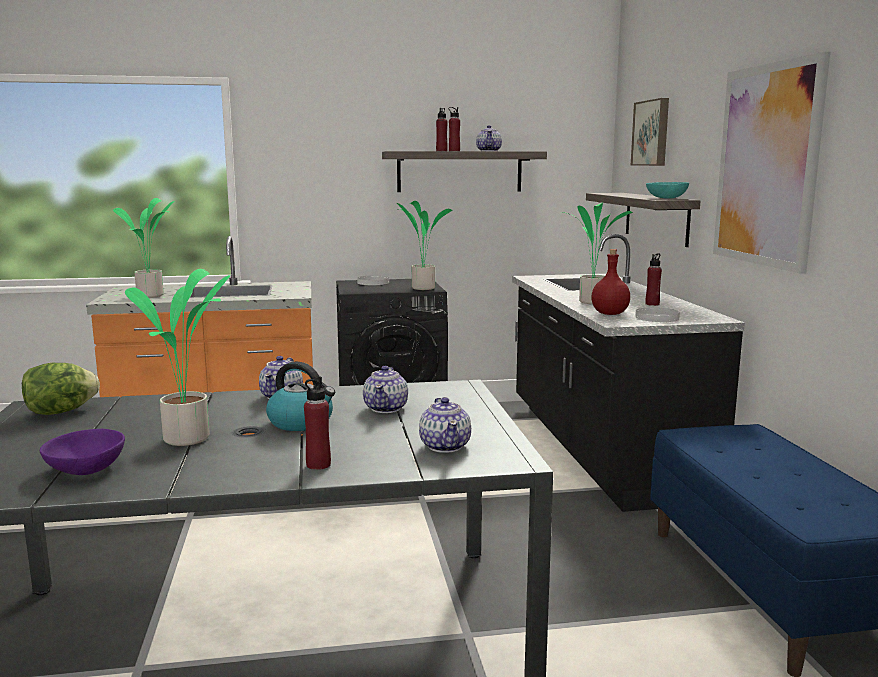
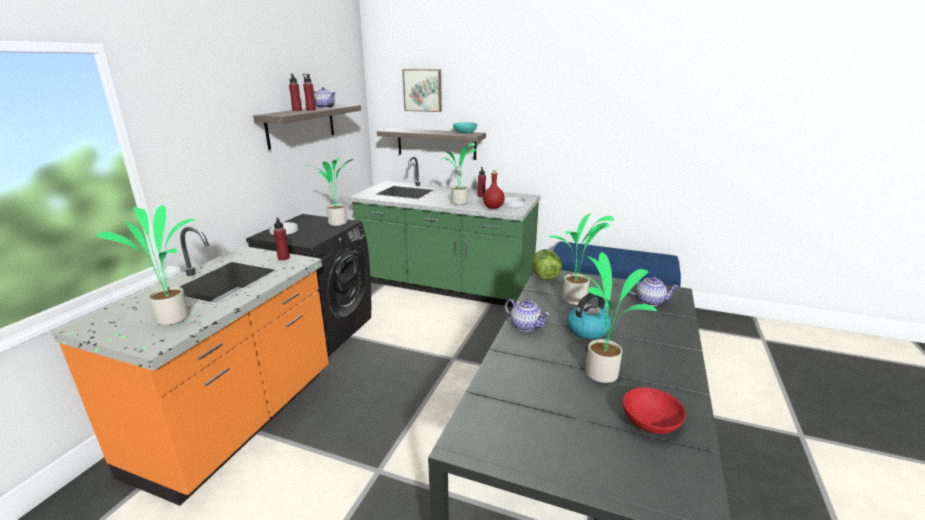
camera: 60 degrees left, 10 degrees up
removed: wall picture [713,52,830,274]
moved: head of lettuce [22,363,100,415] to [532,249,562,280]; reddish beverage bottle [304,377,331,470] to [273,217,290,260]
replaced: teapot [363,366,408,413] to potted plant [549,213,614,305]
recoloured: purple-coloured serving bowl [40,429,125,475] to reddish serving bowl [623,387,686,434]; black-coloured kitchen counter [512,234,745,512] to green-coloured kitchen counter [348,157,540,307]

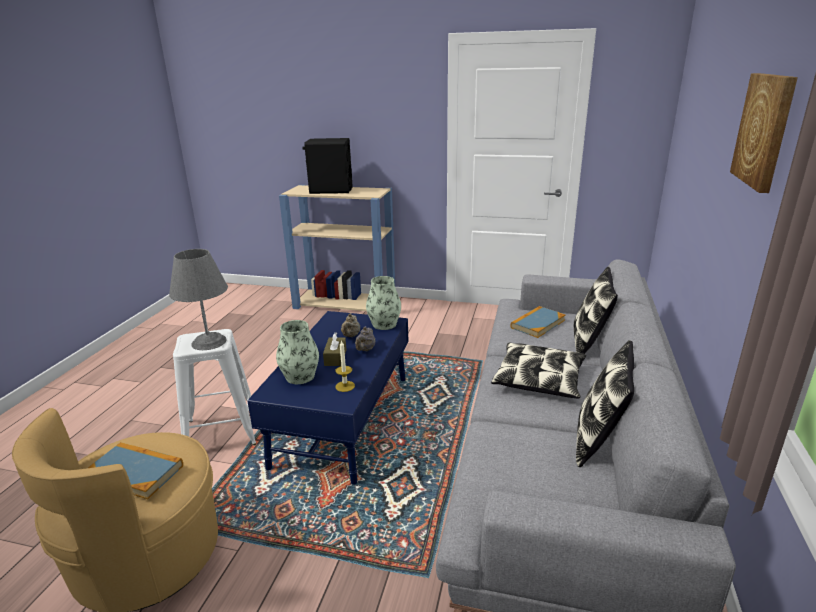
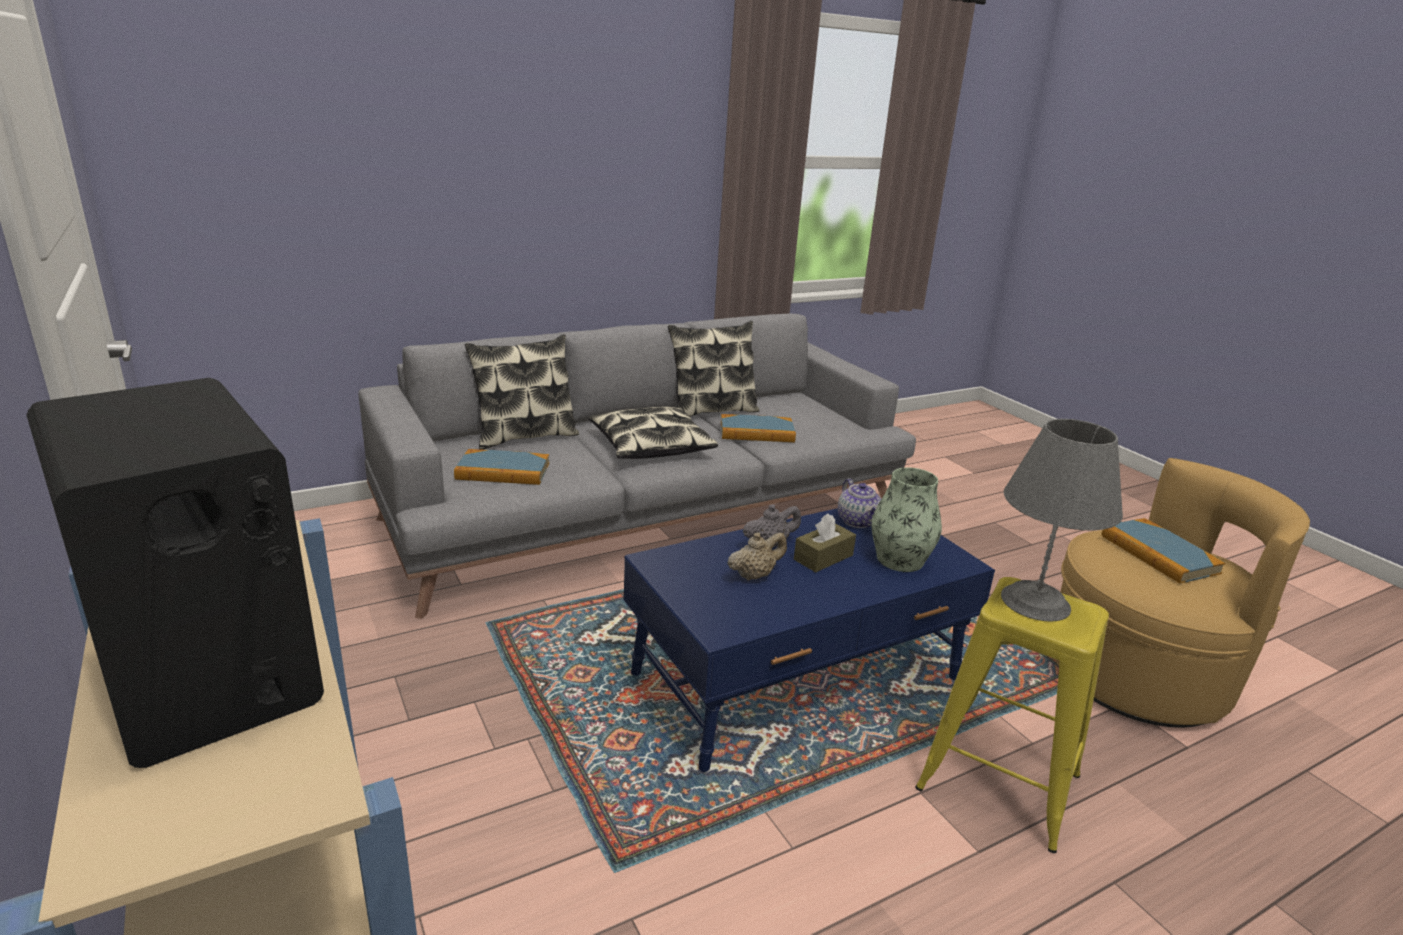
camera: 135 degrees left, 0 degrees up
removed: decorative vase [366,276,401,330]; wall picture [730,73,798,193]
added: volume [721,414,796,442]
replaced: candle [336,340,355,392] to teapot [838,478,881,528]
recoloured: white stool seat [173,329,256,445] to yellow stool seat [915,577,1109,853]

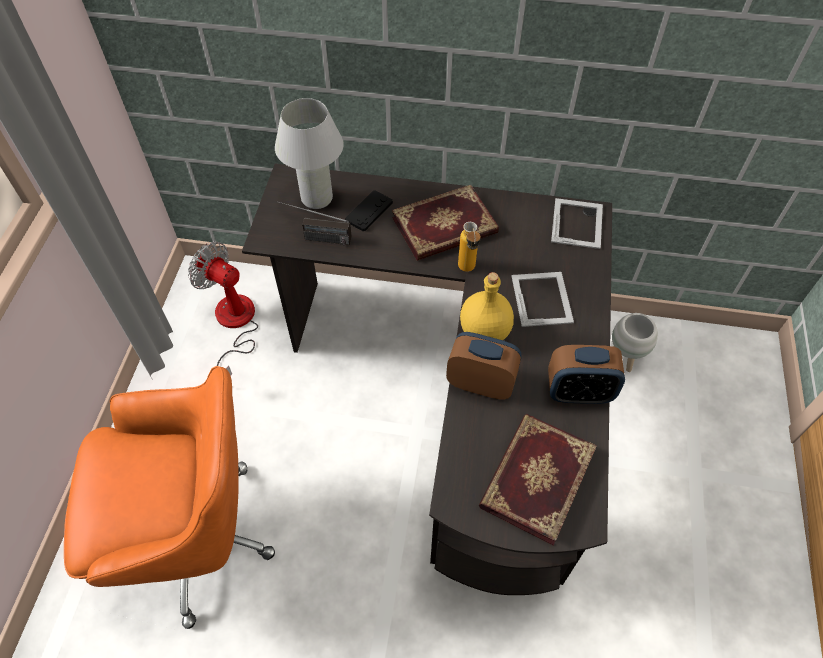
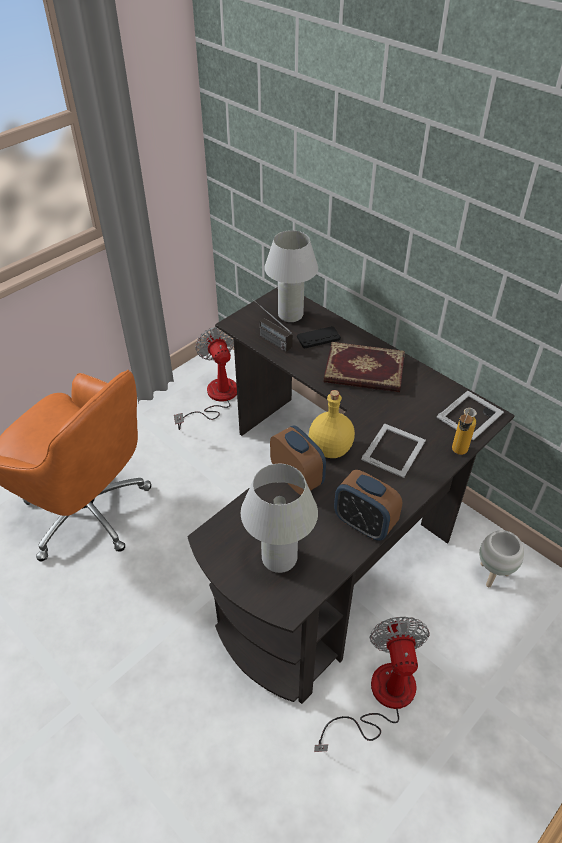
camera: 35 degrees right, 10 degrees down
added: cooling fan [314,617,430,752]
moved: beverage bottle [458,222,481,272] to [452,408,477,455]
replaced: volume [479,414,597,545] to white lamp for a table [241,464,318,573]

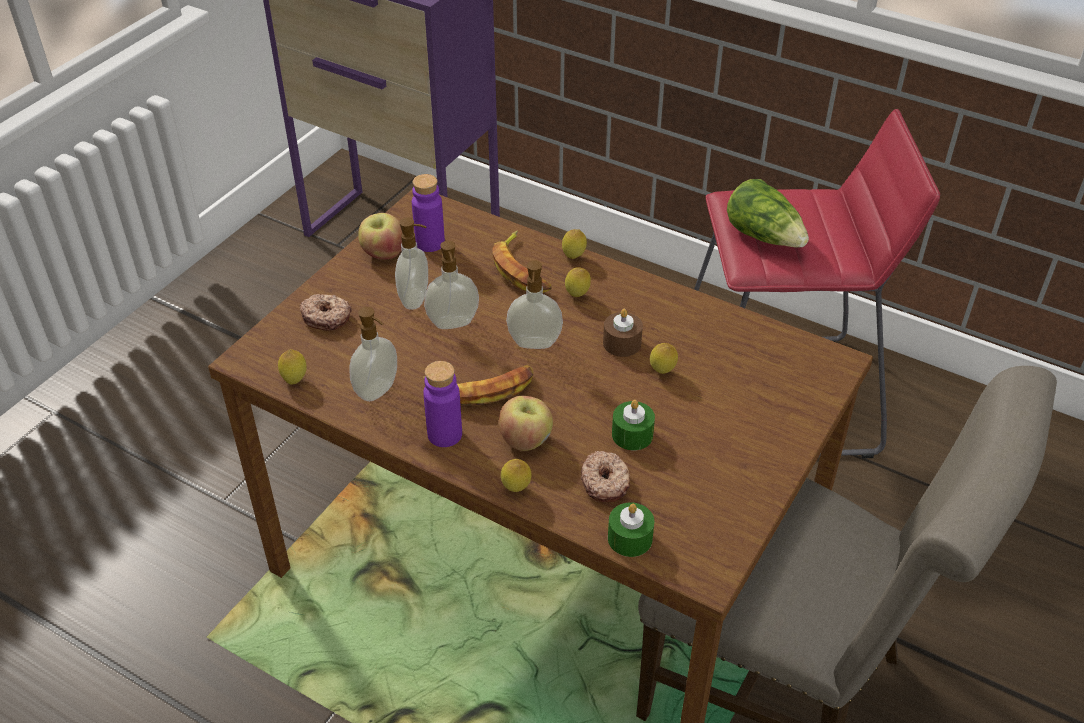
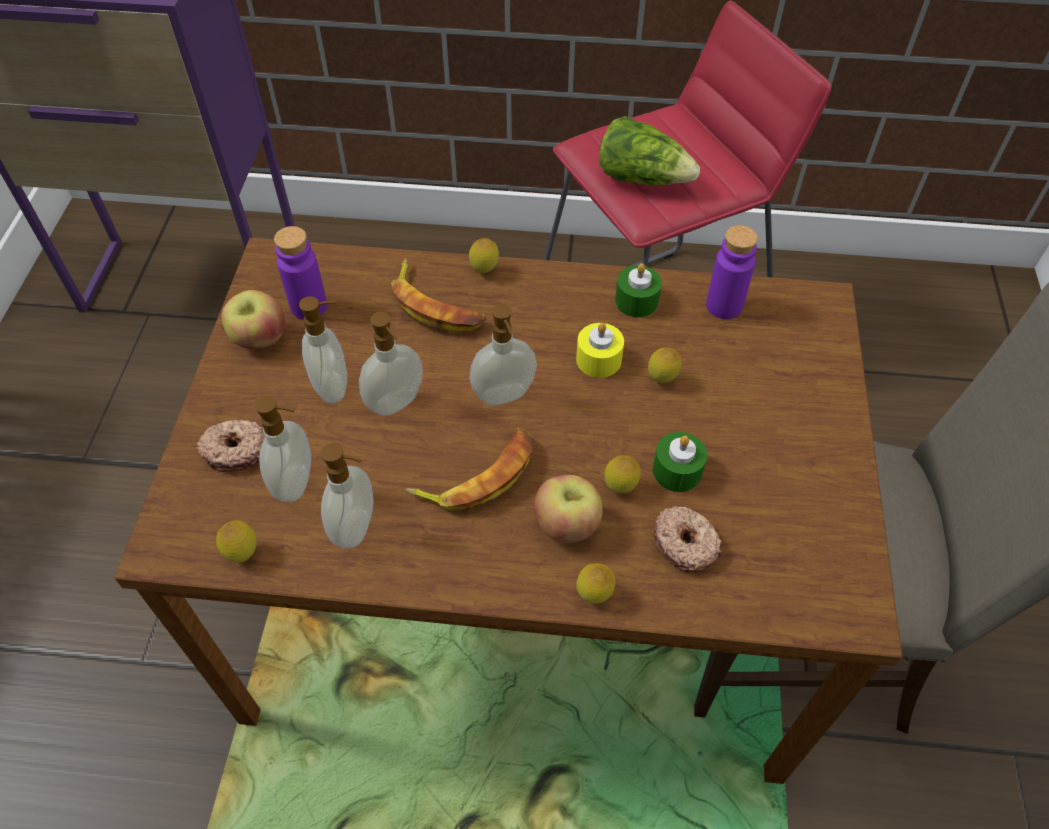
camera: 25 degrees left, 10 degrees up
added: soap bottle [254,396,311,502]
moved: purple-coloured beverage bottle [423,361,462,447] to [706,225,758,319]; whole lemon [565,267,591,297] to [605,455,641,493]; green-coloured candle [608,502,654,557] to [615,263,662,318]
recoloured: brown-coloured candle [603,309,643,357] to yellow candle [576,323,624,378]

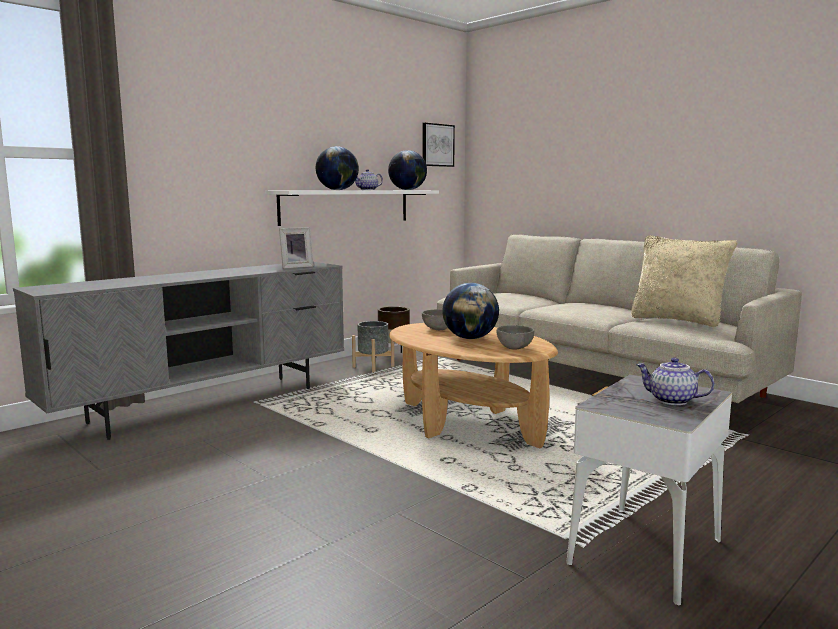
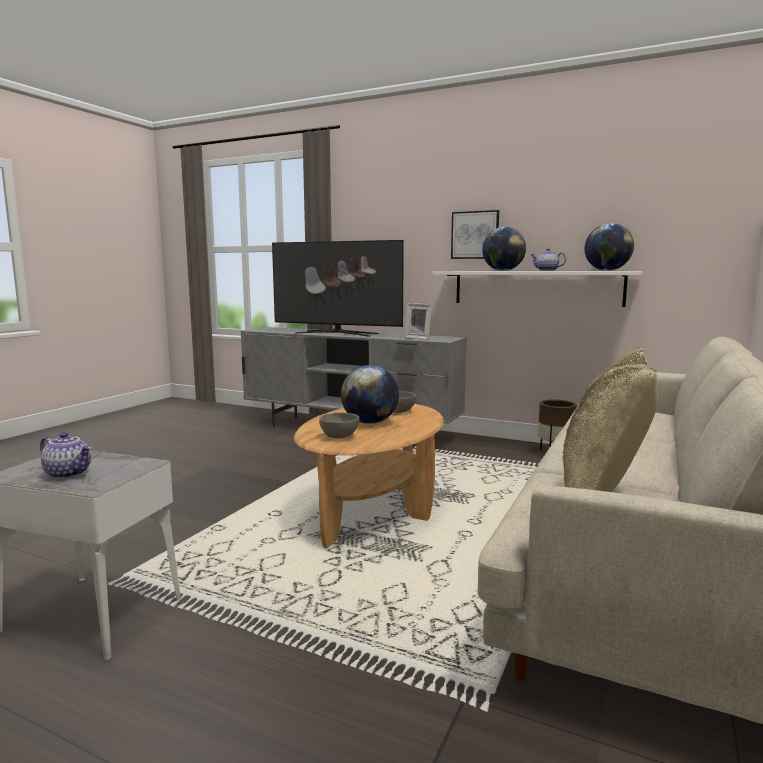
camera: 70 degrees right, 0 degrees up
removed: gray planter [352,321,394,373]
added: TV set [272,240,404,337]
moved: wall picture [422,123,455,167] to [451,210,499,259]
turned: teapot [636,358,714,405] = [40,432,91,479] 105 degrees clockwise

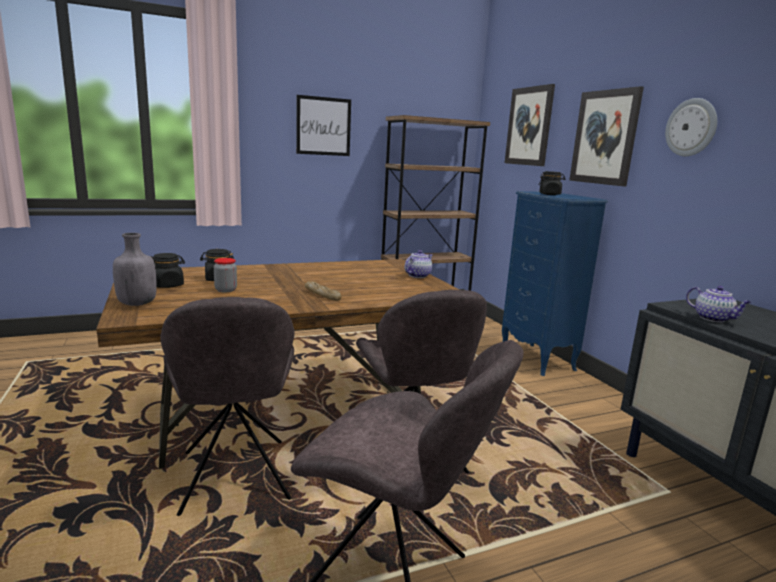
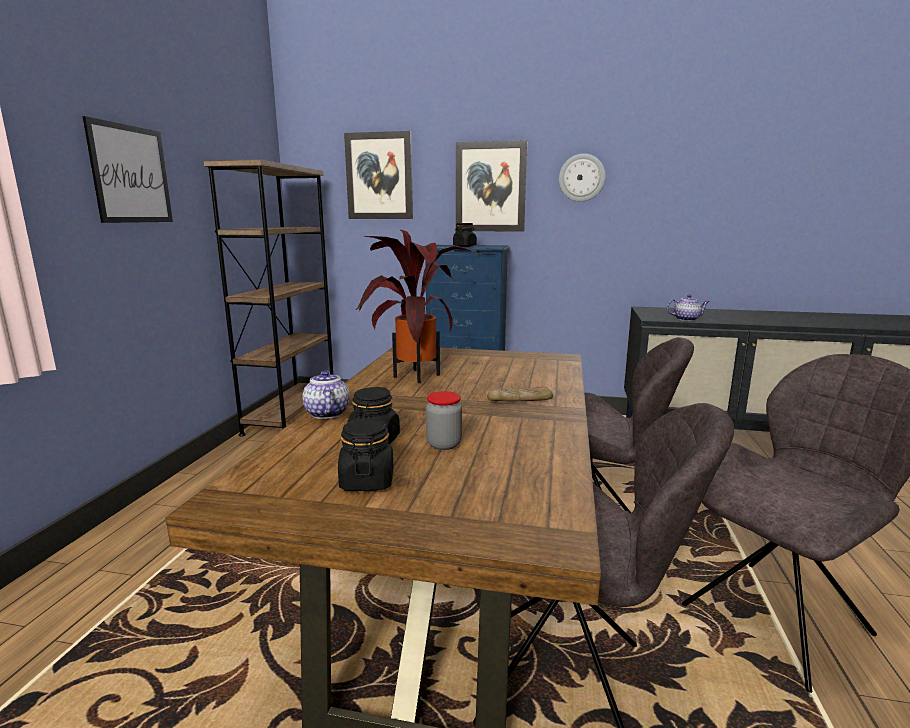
camera: 55 degrees left, 0 degrees up
removed: gray beverage bottle [113,233,157,306]
added: potted plant [356,230,482,383]
moved: teapot [404,250,433,278] to [302,370,350,419]

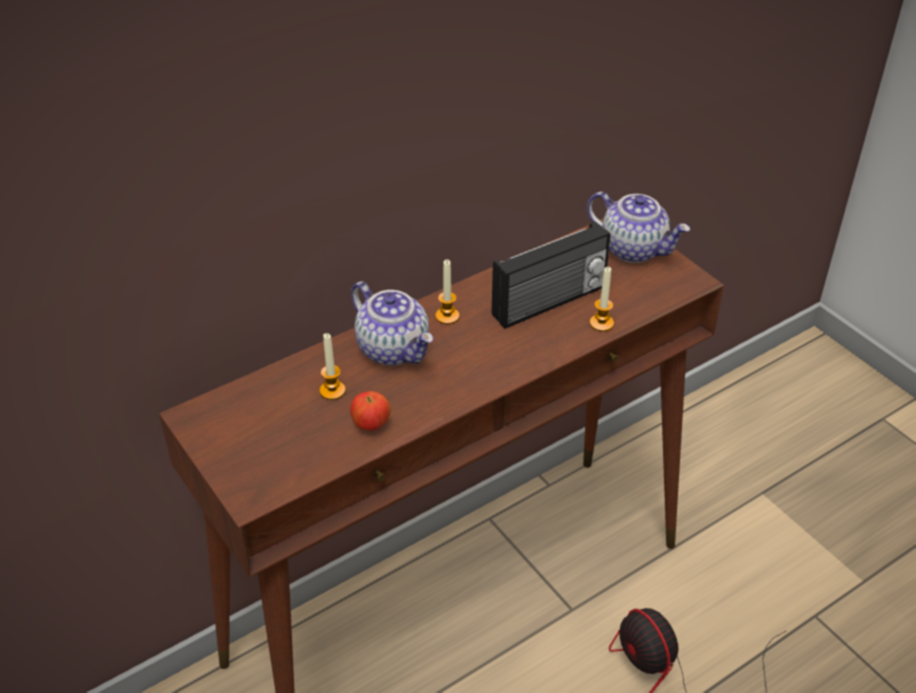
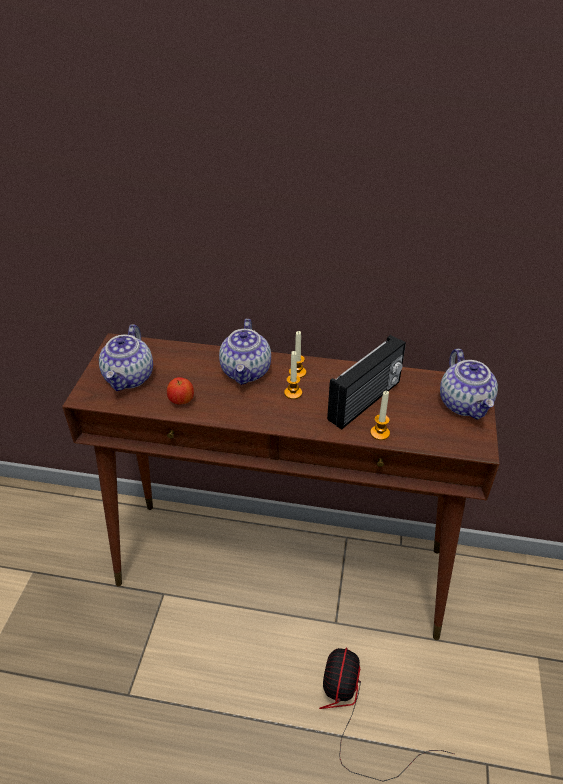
camera: 45 degrees right, 0 degrees up
added: teapot [99,324,153,391]
moved: candle [319,333,346,400] to [284,351,302,399]
turned: radio set [492,222,611,329] = [327,335,406,429] 60 degrees counterclockwise

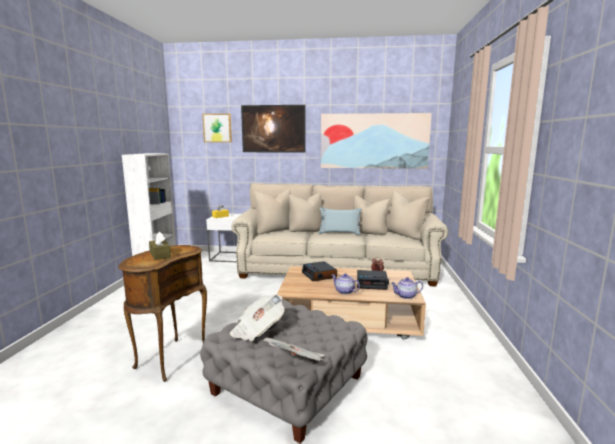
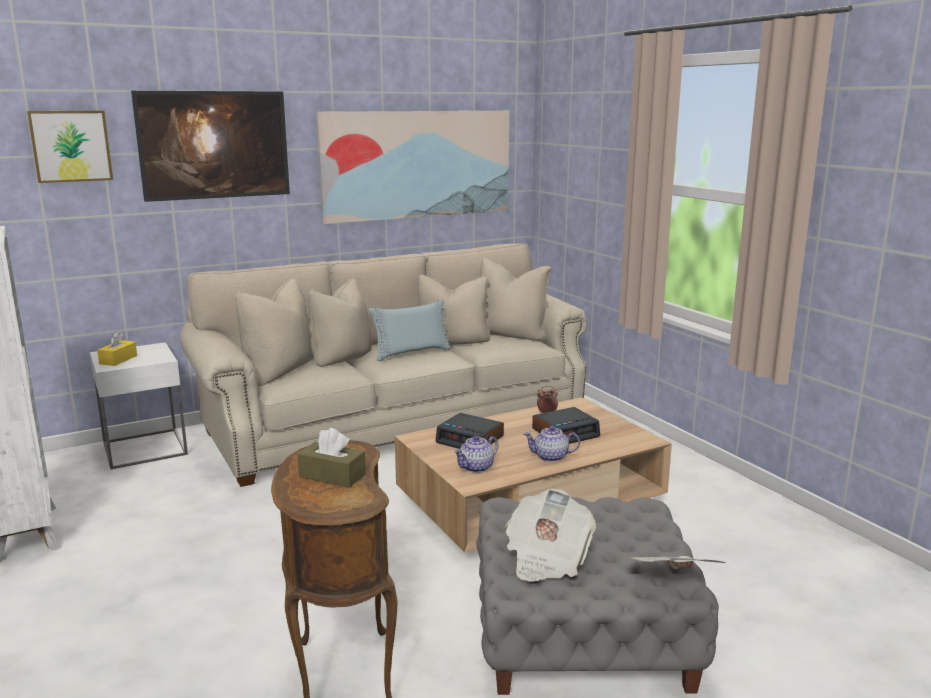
camera: 35 degrees left, 5 degrees up
moved: teapot [391,277,423,299] to [454,435,499,473]

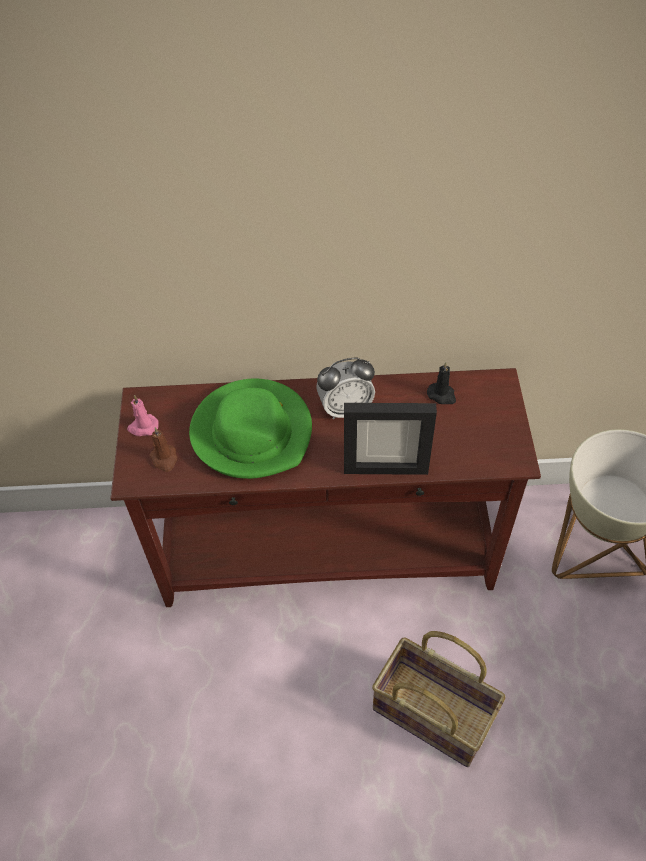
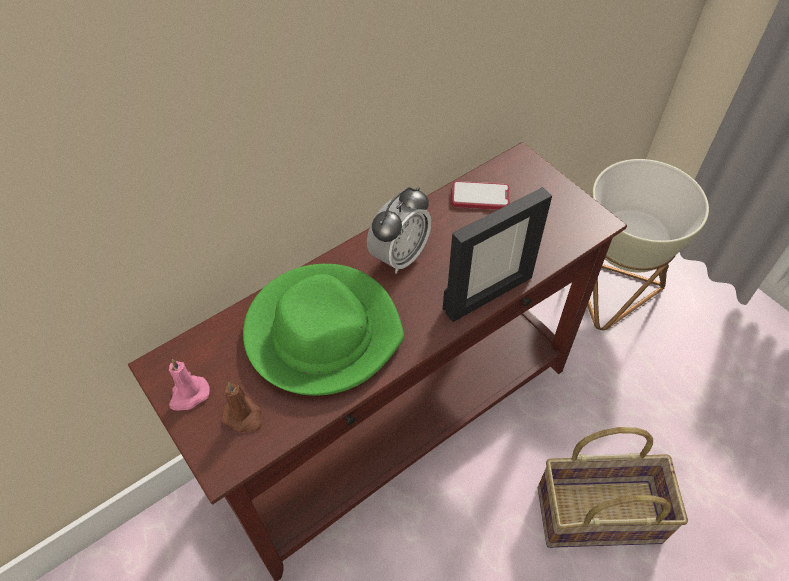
camera: 35 degrees left, 0 degrees up
replaced: black-coloured candle [427,362,456,404] to phone [451,181,510,210]

